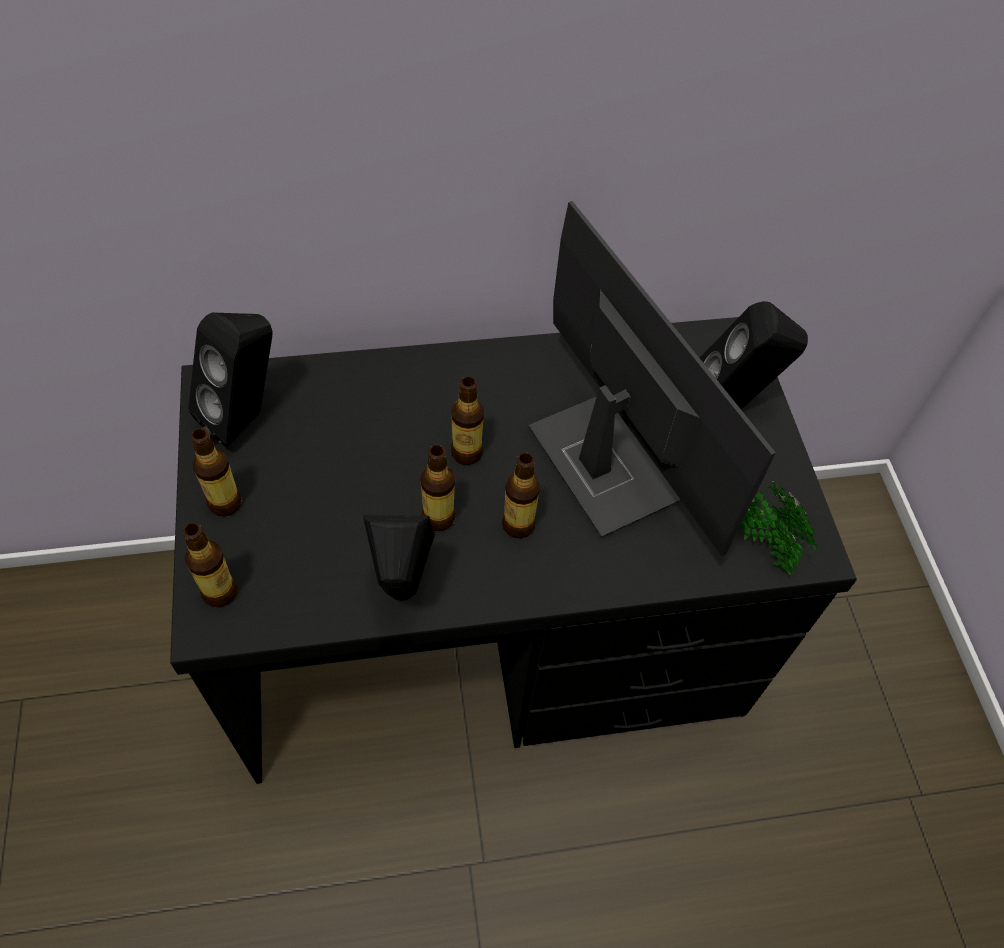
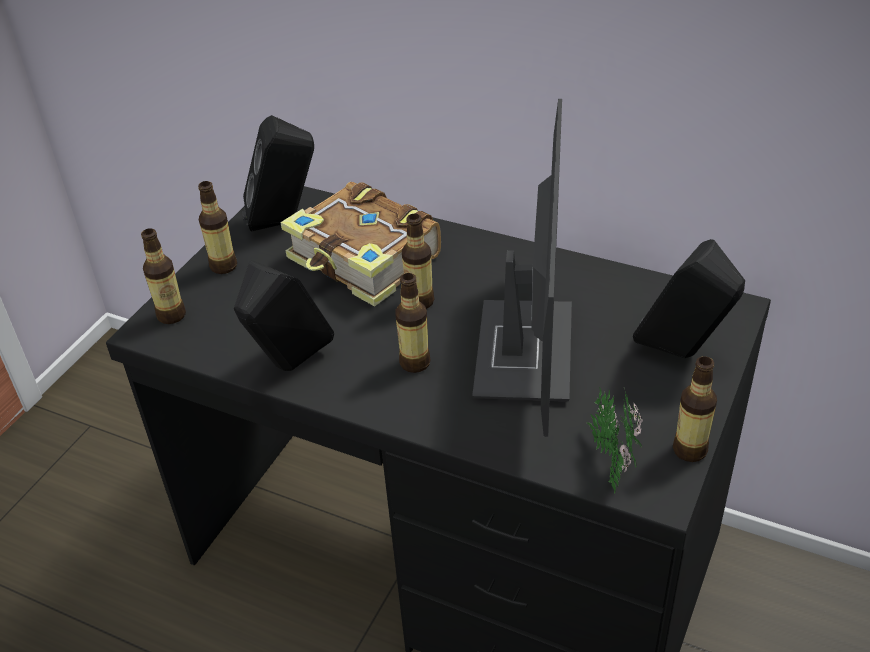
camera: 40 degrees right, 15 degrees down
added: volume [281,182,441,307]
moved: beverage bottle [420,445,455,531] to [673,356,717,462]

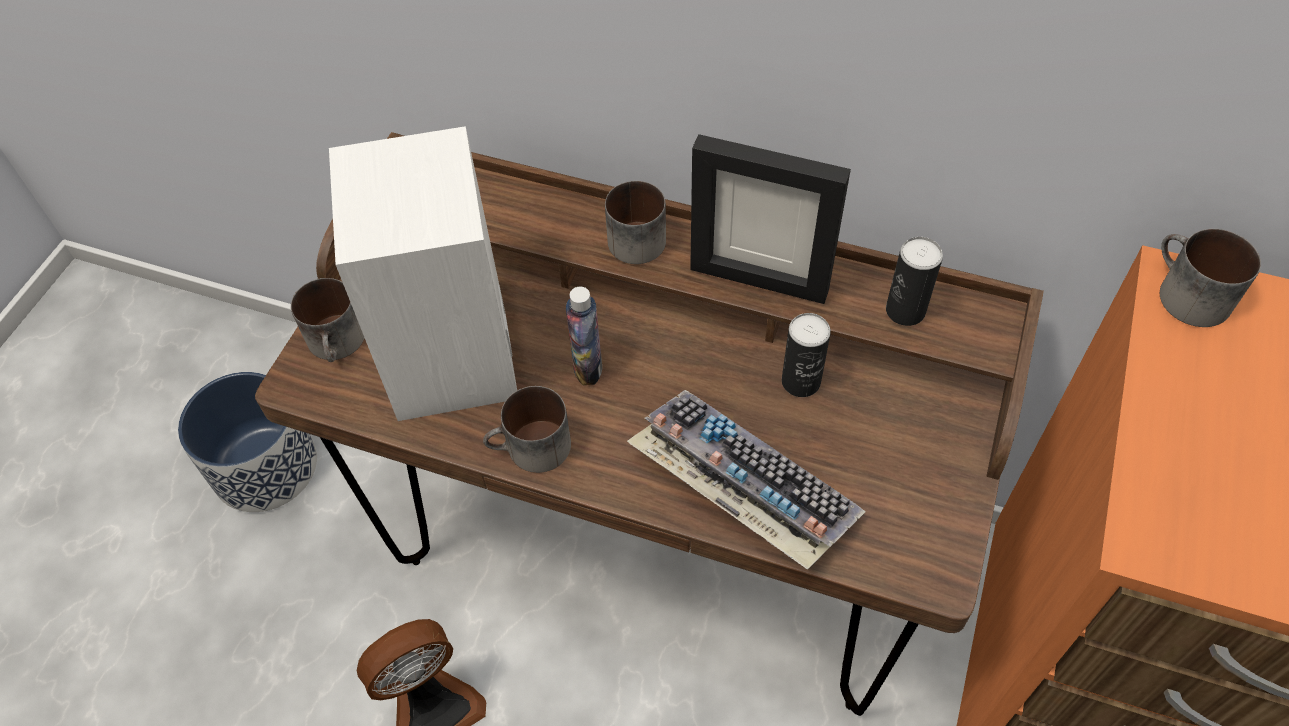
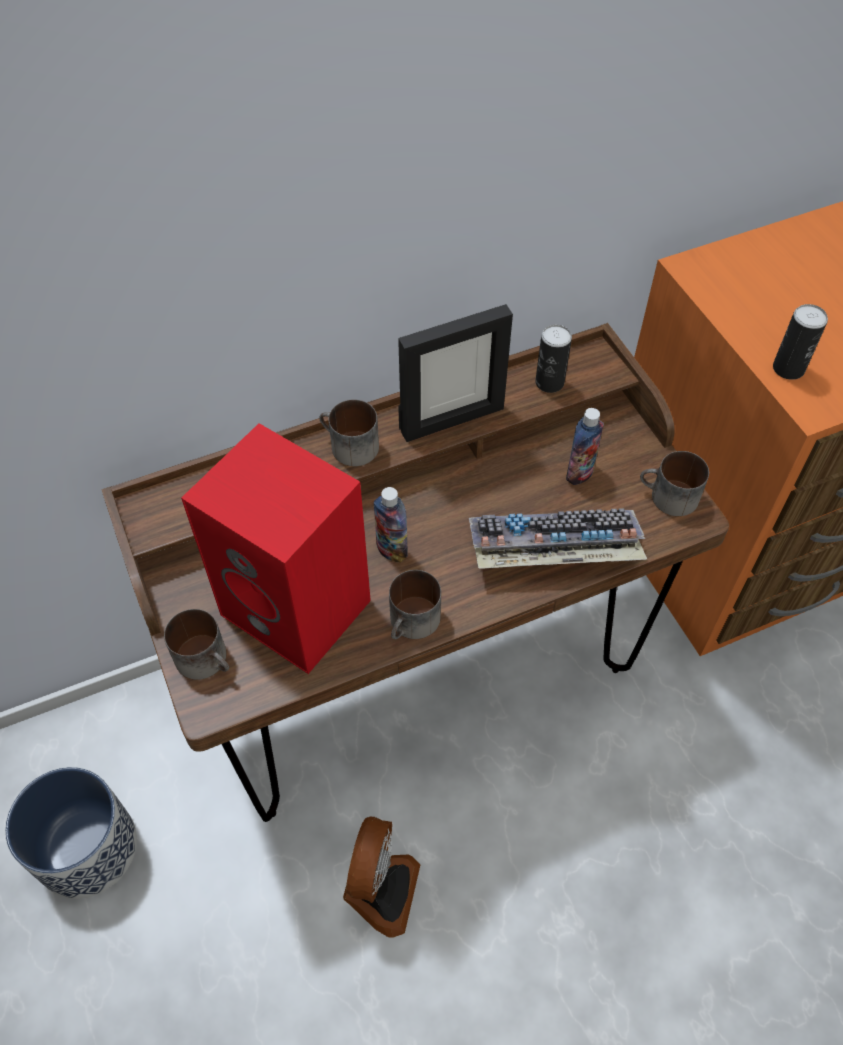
camera: 45 degrees left, 0 degrees up
added: beverage bottle [566,408,604,485]
moved: sealed can [782,313,831,397] to [773,304,828,380]; coffee mug [1160,229,1261,327] to [640,451,709,516]
recoloured: white speaker [329,126,517,421] to reddish speaker [181,423,371,674]

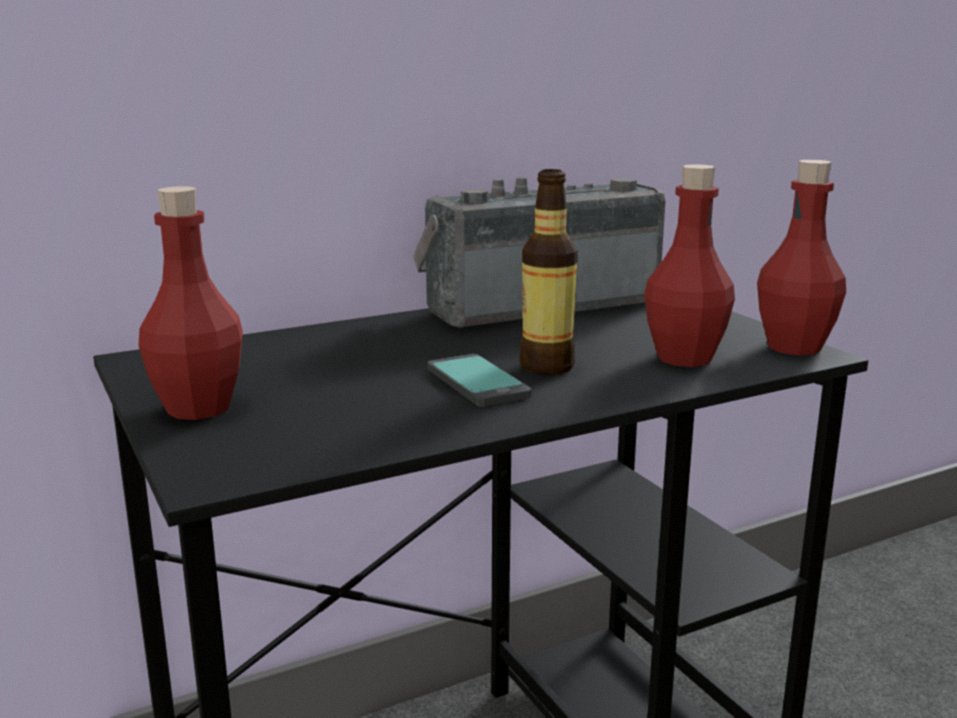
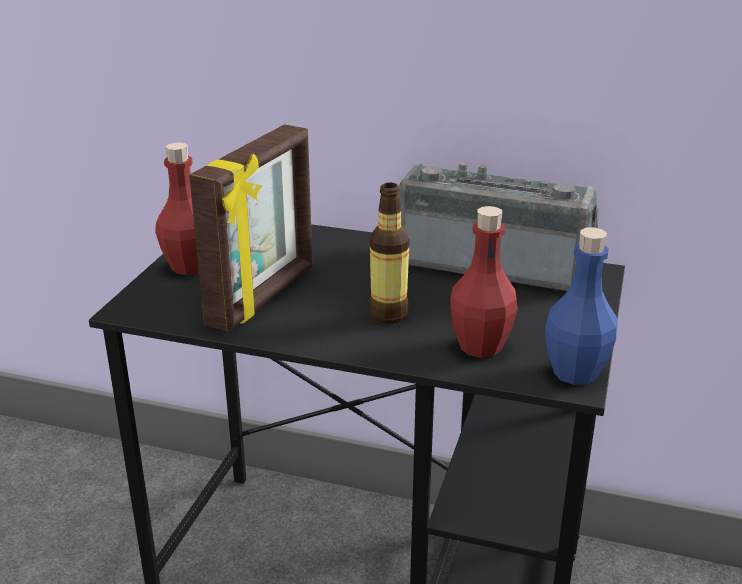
camera: 45 degrees right, 10 degrees up
removed: phone [428,354,532,407]
added: standing frame [189,124,313,332]
recoloured: reddish beverage bottle [757,160,846,355] to bluish beverage bottle [545,228,617,385]

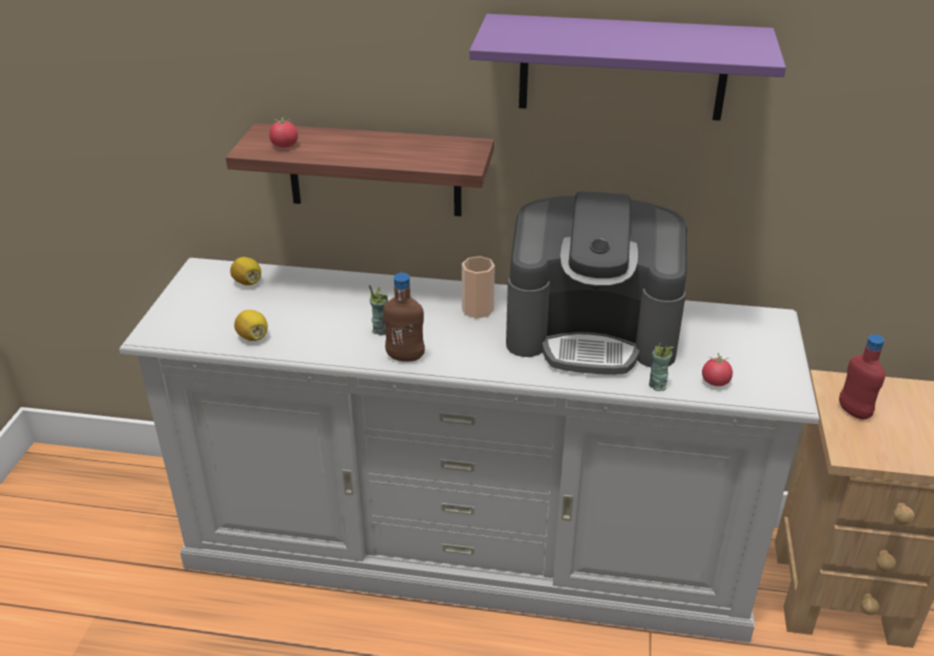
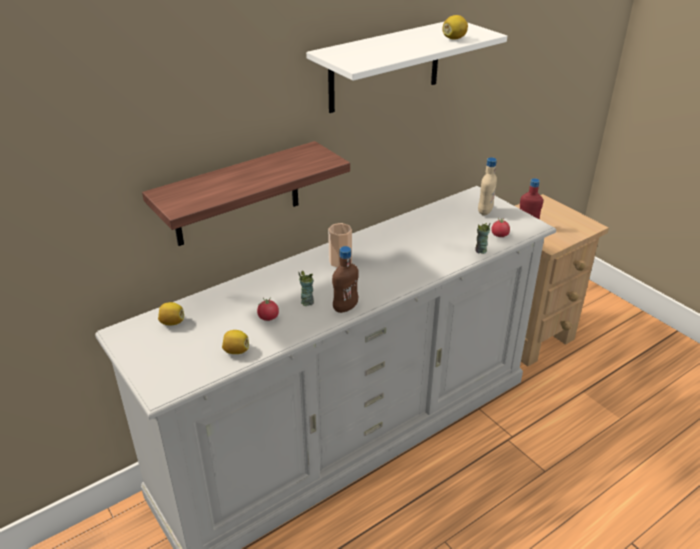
camera: 45 degrees left, 0 degrees up
removed: coffee machine [506,191,687,375]
added: whole lemon [442,15,468,39]; beige-coloured beverage bottle [478,157,497,216]
moved: tomato [269,115,298,147] to [257,297,279,321]
recoloured: purple-coloured shelf [469,14,786,121] to white shelf [306,22,507,113]

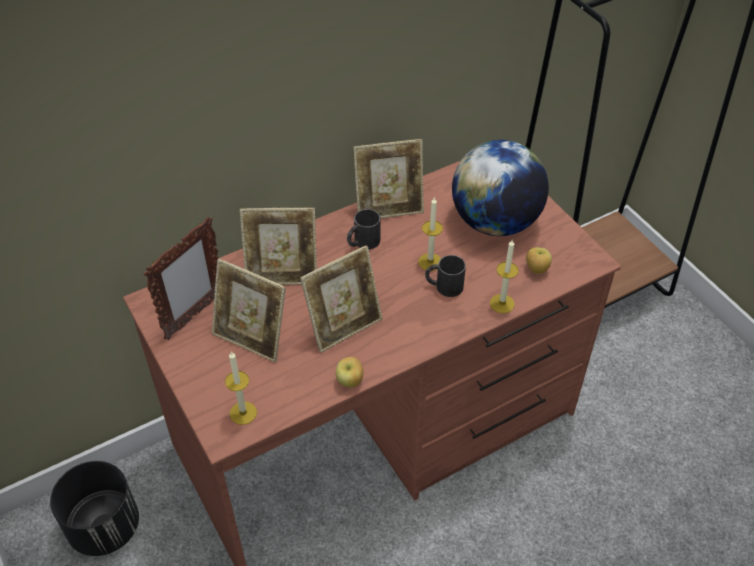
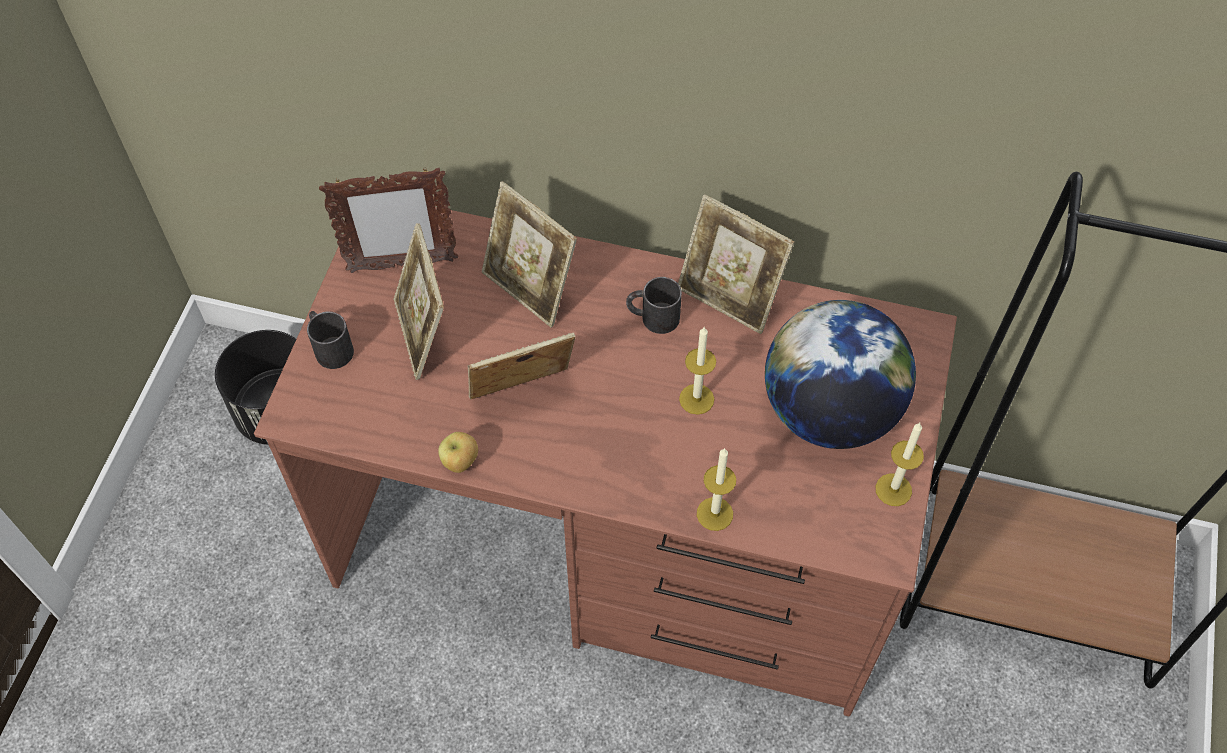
camera: 45 degrees right, 10 degrees up
removed: apple [526,247,552,274]
moved: candle [225,351,257,425] to [876,423,924,506]; black-coloured coffee mug [425,255,466,297] to [307,311,354,369]
turned: standing frame [300,245,383,353] = [468,333,575,399] 150 degrees clockwise

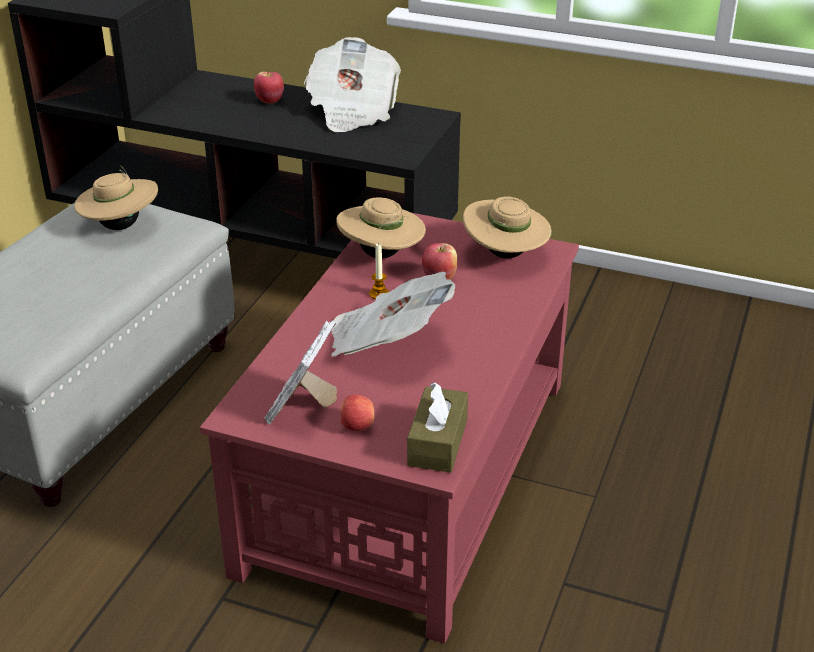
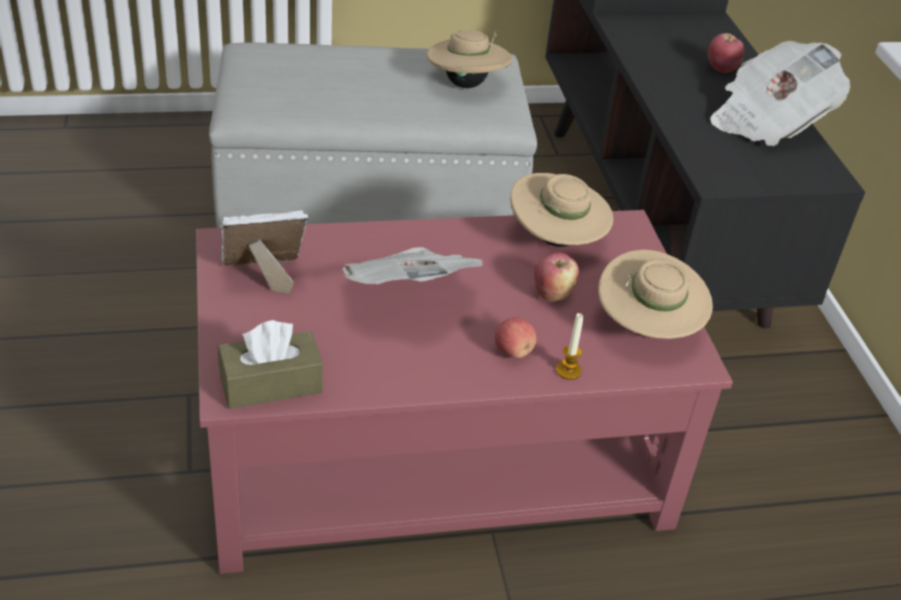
camera: 55 degrees right, 5 degrees up
moved: apple [339,395,374,431] to [495,317,536,358]; candle [369,243,389,299] to [556,313,583,380]

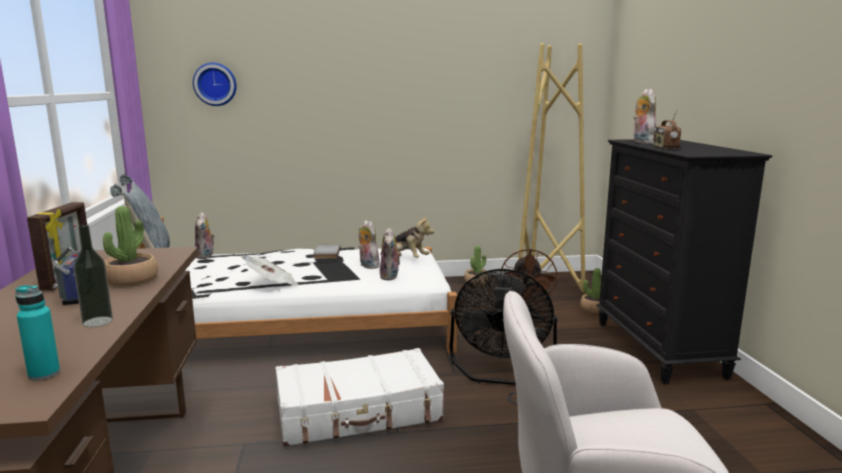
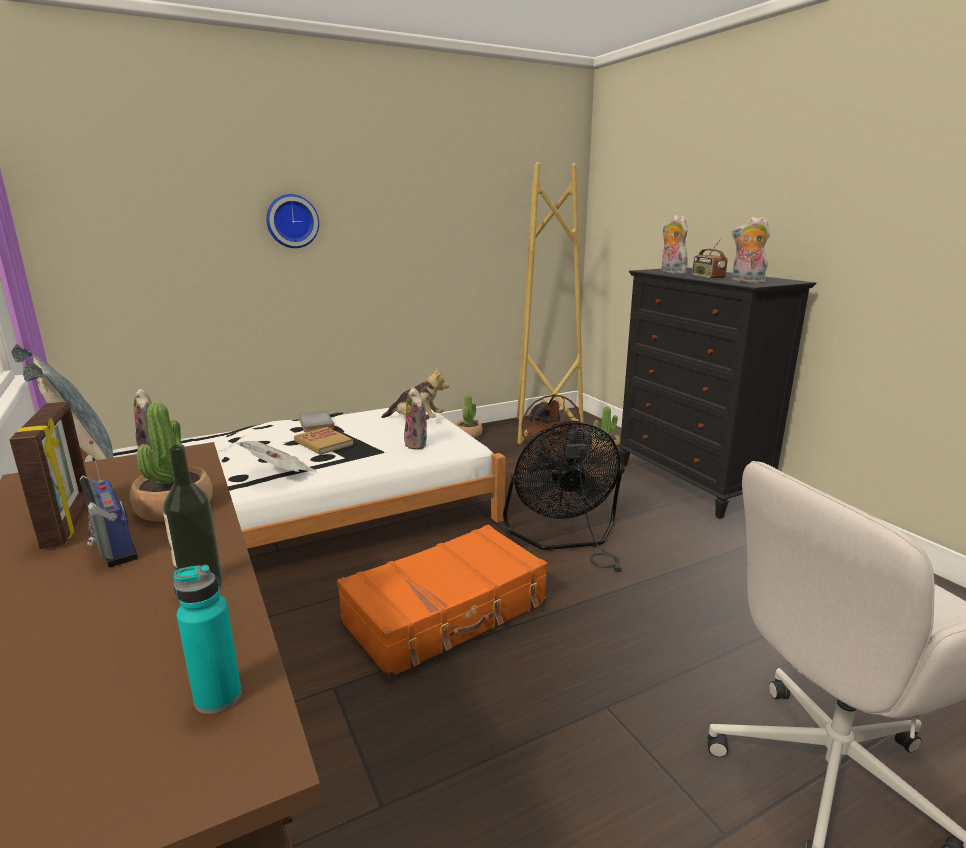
camera: 20 degrees left, 5 degrees up
added: volume [294,427,353,455]
moved: wall clock [193,63,237,106] to [266,194,319,248]; cuddly toy [358,220,380,269] to [732,217,770,284]
recoloured: white piece of luggage [275,348,444,447] to orange-coloured piece of luggage [337,525,547,678]

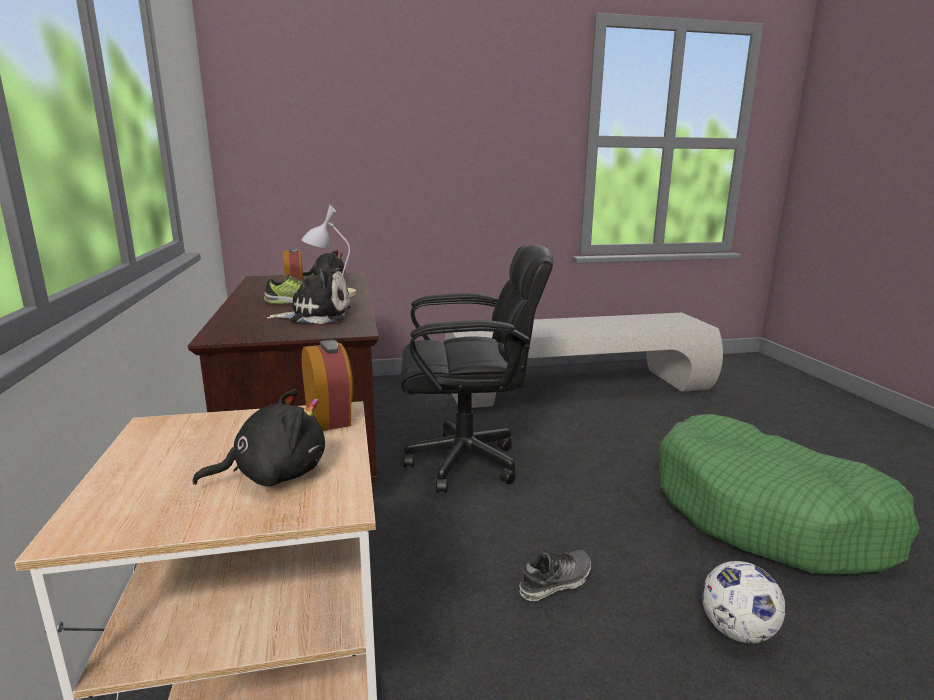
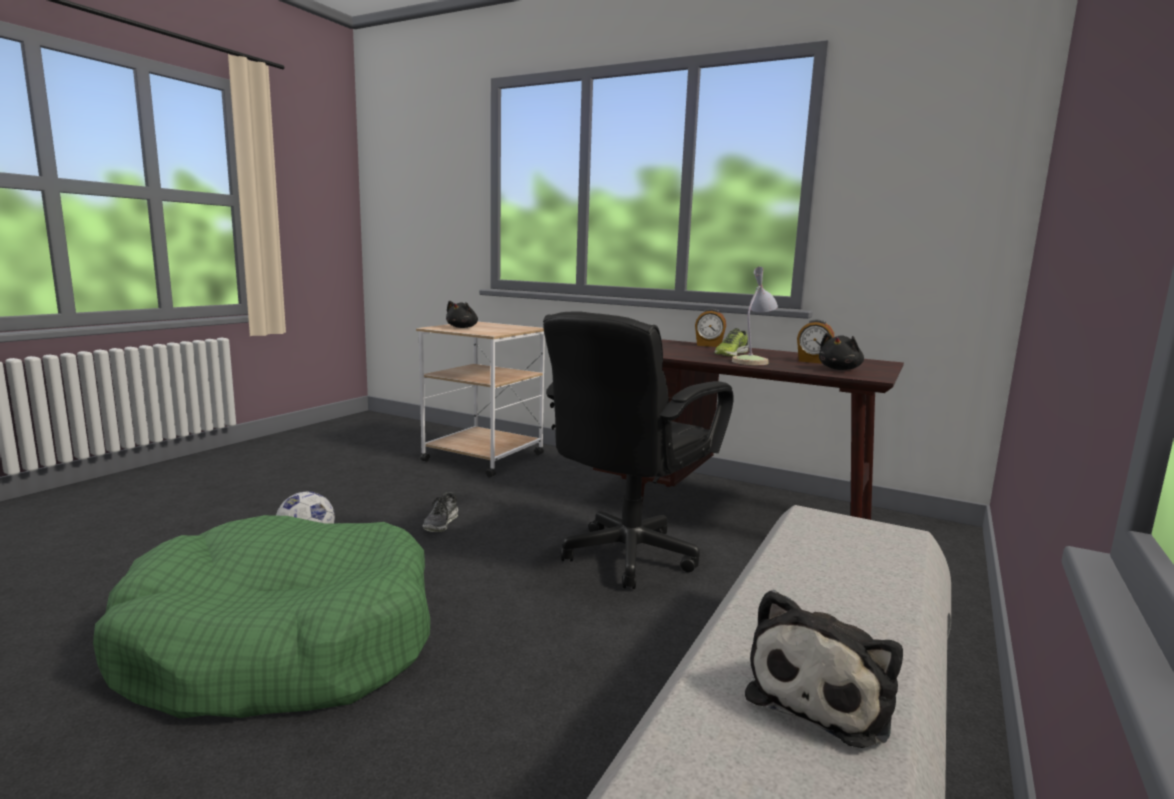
camera: 130 degrees right, 5 degrees down
moved: cuddly toy [267,267,351,324] to [745,590,903,748]; alarm clock [302,340,353,431] to [695,309,726,347]

